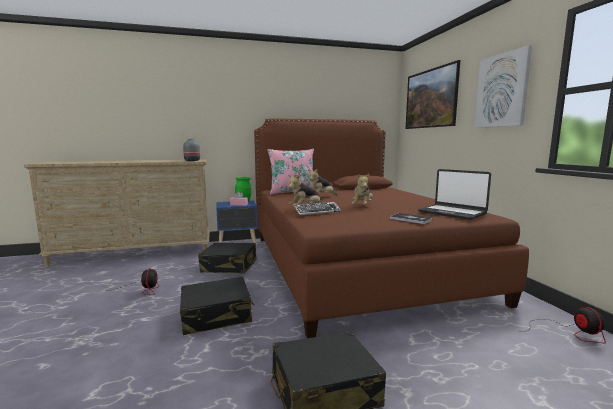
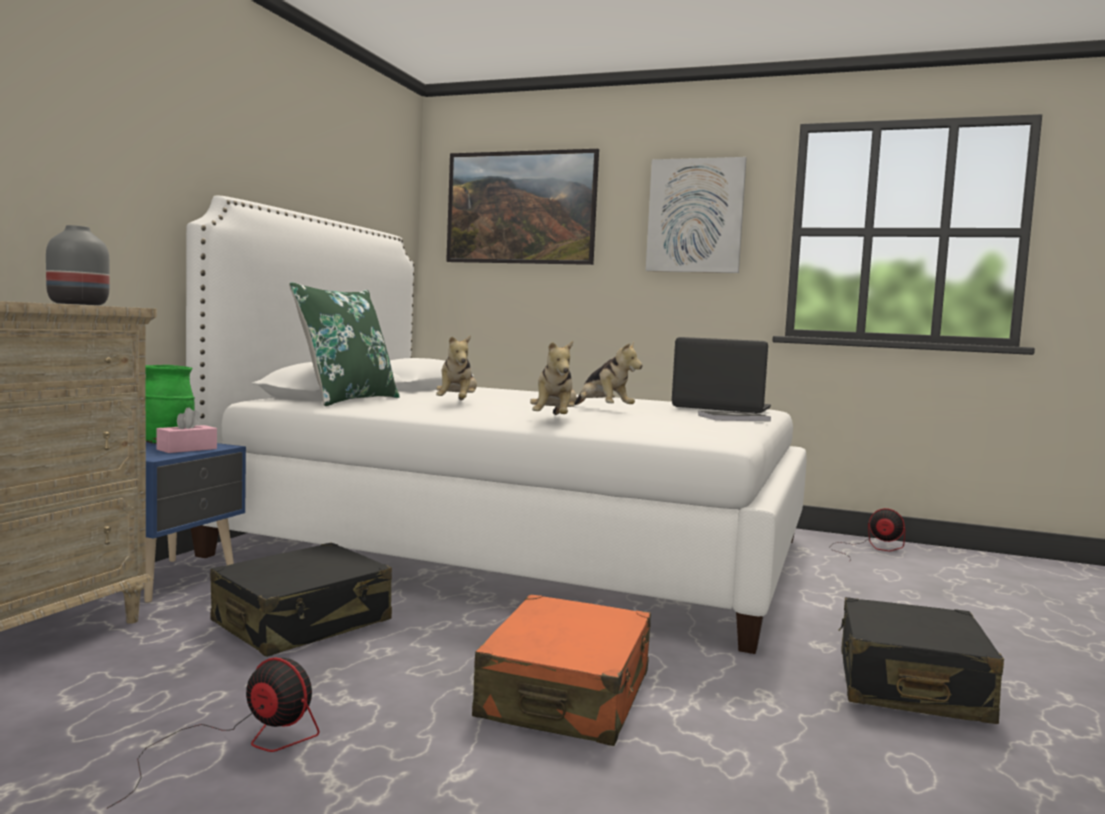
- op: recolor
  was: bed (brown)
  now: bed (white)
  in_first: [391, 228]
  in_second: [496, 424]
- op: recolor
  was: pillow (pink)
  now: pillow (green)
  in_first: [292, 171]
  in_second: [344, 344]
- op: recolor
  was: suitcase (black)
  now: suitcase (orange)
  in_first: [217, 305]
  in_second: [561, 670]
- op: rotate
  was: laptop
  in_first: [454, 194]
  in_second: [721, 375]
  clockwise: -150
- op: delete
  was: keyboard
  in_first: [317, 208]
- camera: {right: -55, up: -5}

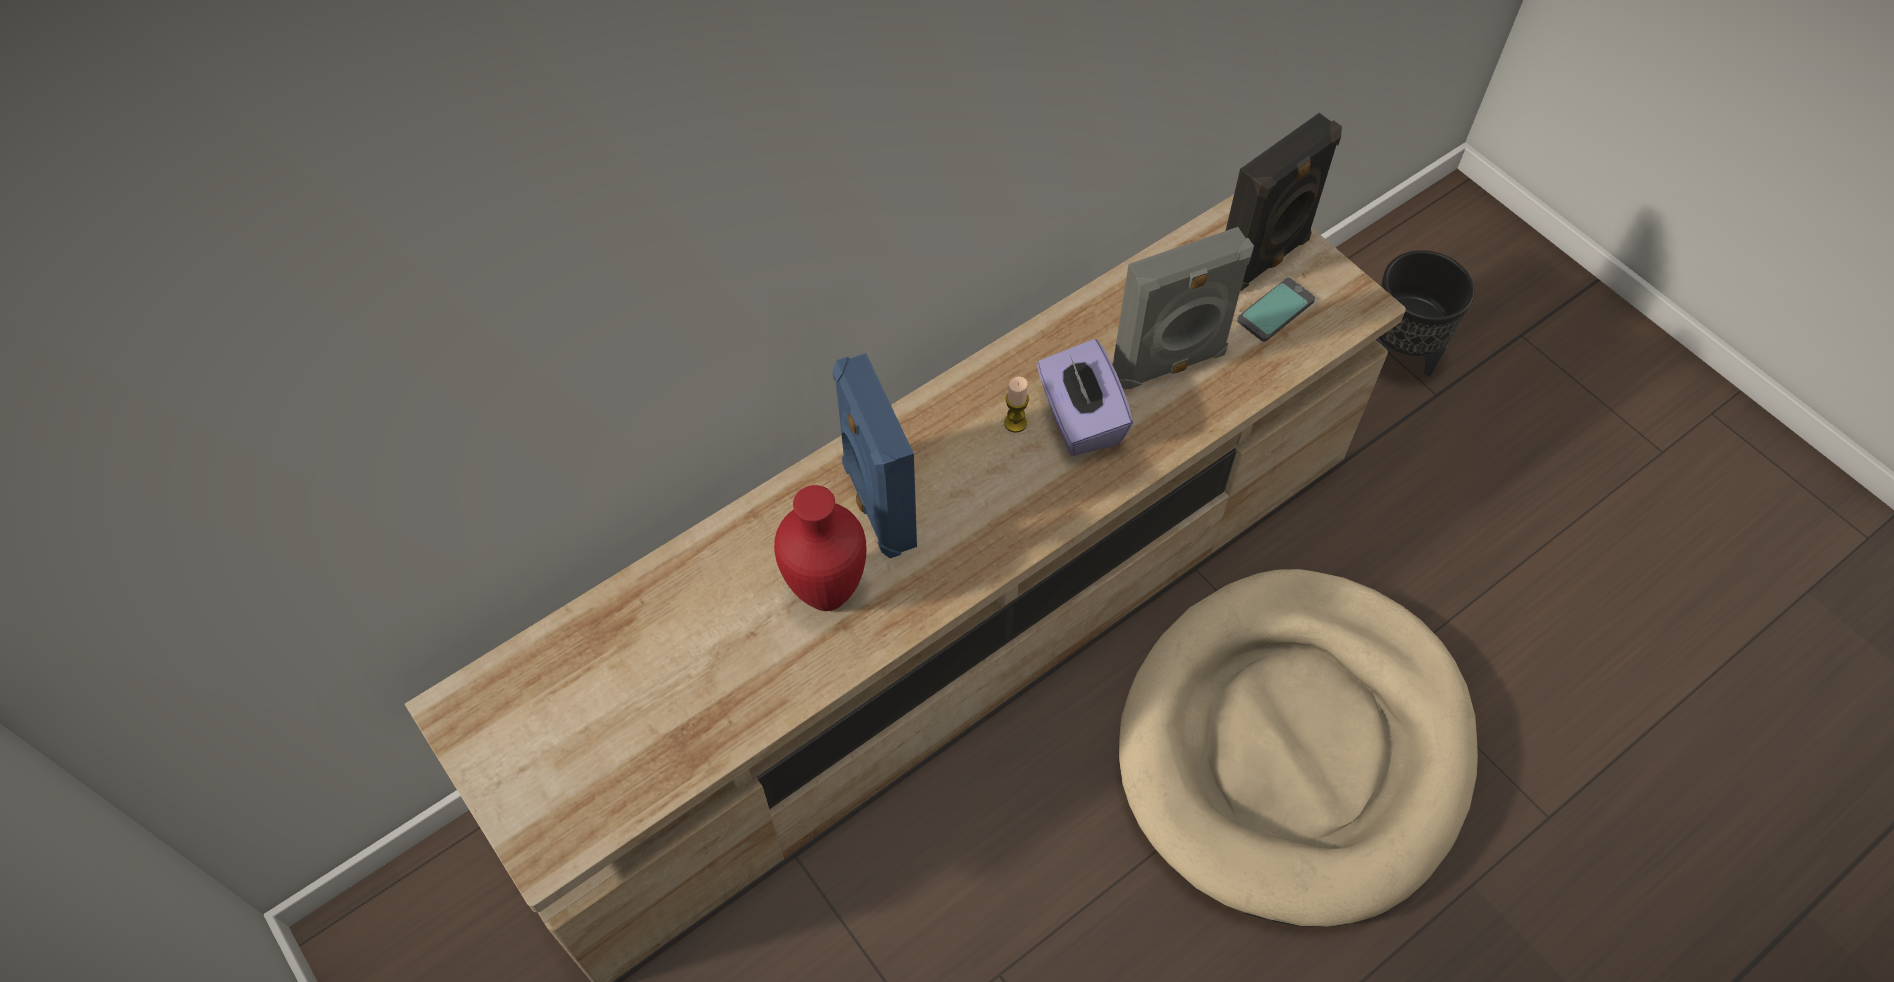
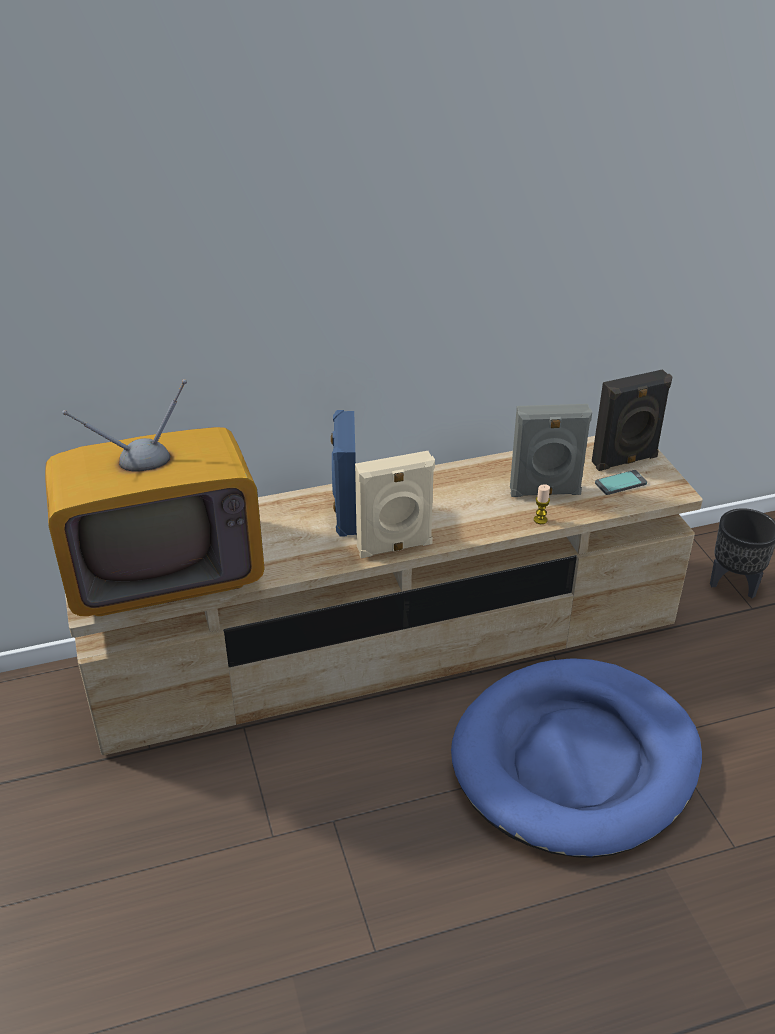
- op: insert
  now: television
  in_second: [155, 497]
- op: insert
  now: speaker (beige)
  in_second: [395, 504]
- op: recolor
  was: dog bed (beige)
  now: dog bed (blue)
  in_first: [1298, 748]
  in_second: [576, 758]
- op: move
  was: candle
  in_first: [1016, 405]
  in_second: [542, 504]
- op: delete
  was: vase (red)
  in_first: [820, 548]
- op: delete
  was: tissue box (purple)
  in_first: [1085, 397]
- camera: {right: 20, up: -20}

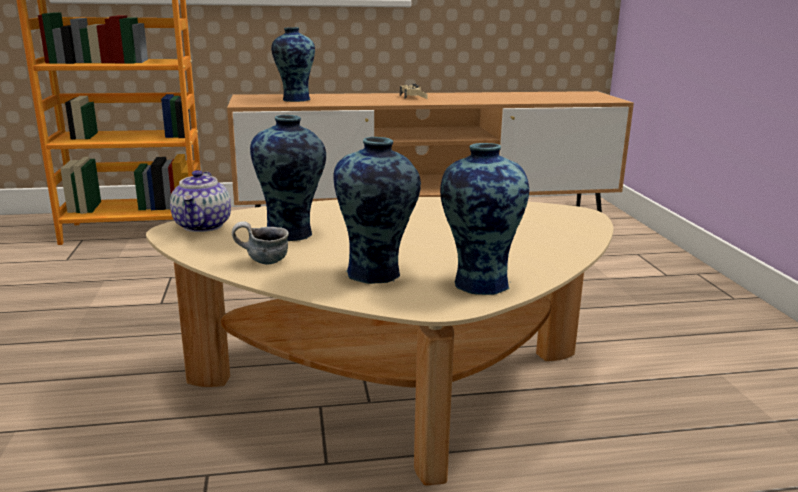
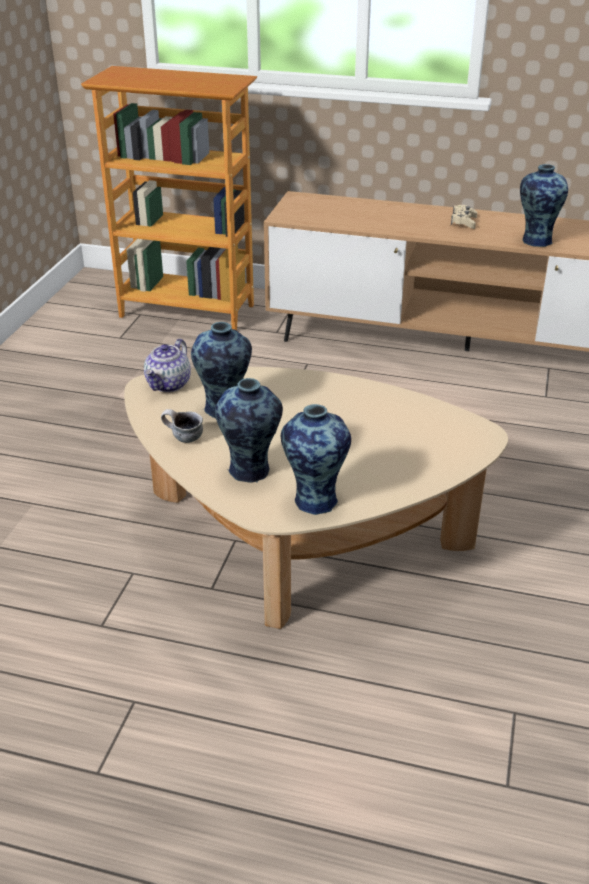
- op: move
  was: vase
  in_first: [293, 64]
  in_second: [544, 205]
- camera: {right: 25, up: 15}

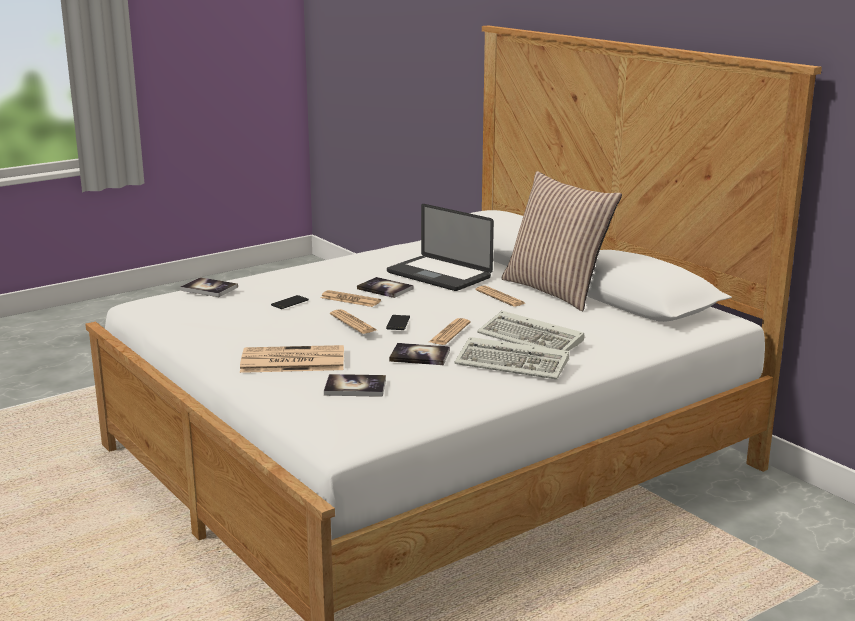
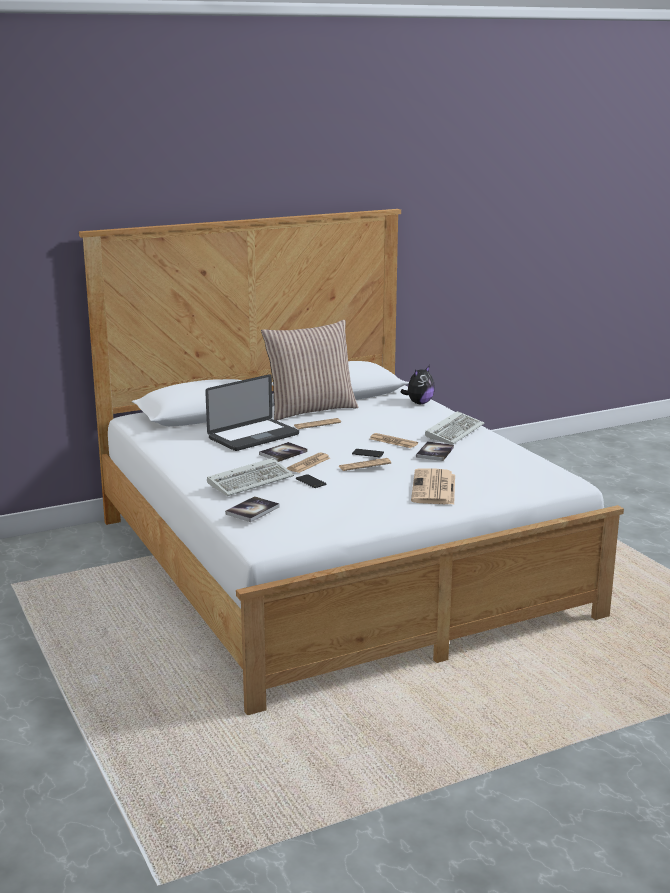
- op: move
  was: keyboard
  in_first: [531, 331]
  in_second: [250, 477]
- op: insert
  now: plush toy
  in_second: [418, 384]
- op: delete
  was: book
  in_first: [355, 385]
- camera: {right: -80, up: 0}

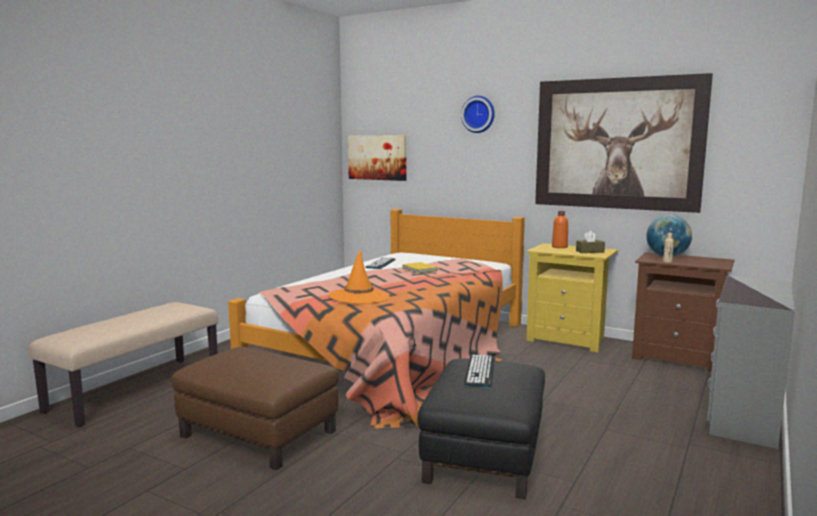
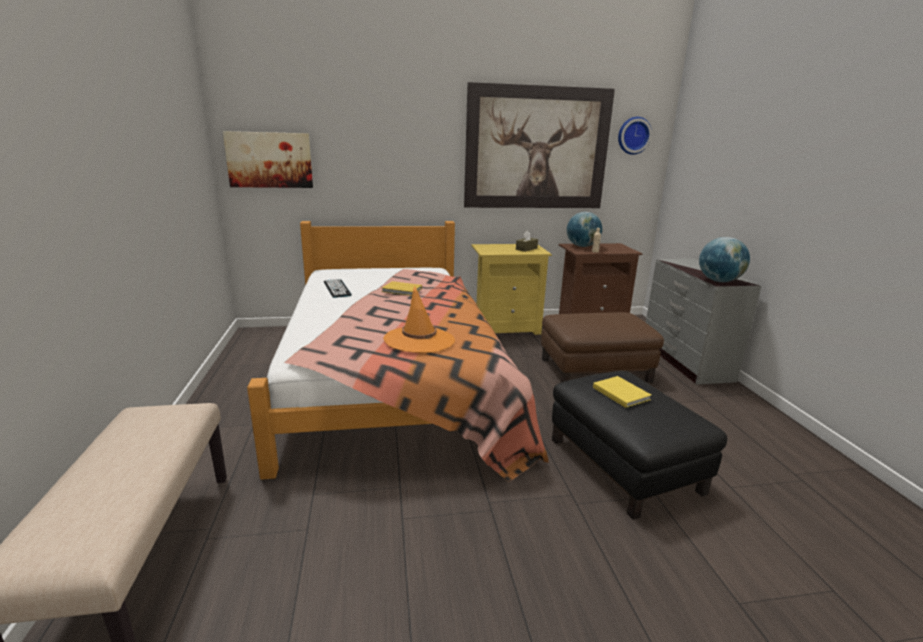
- op: move
  was: ottoman (brown)
  in_first: [255, 408]
  in_second: [602, 347]
- op: replace
  was: keyboard
  now: book (yellow)
  in_first: [479, 371]
  in_second: [622, 392]
- op: move
  was: wall clock
  in_first: [478, 114]
  in_second: [635, 136]
- op: insert
  now: globe
  in_second: [724, 259]
- op: delete
  was: bottle (orange)
  in_first: [560, 229]
- camera: {right: -40, up: 10}

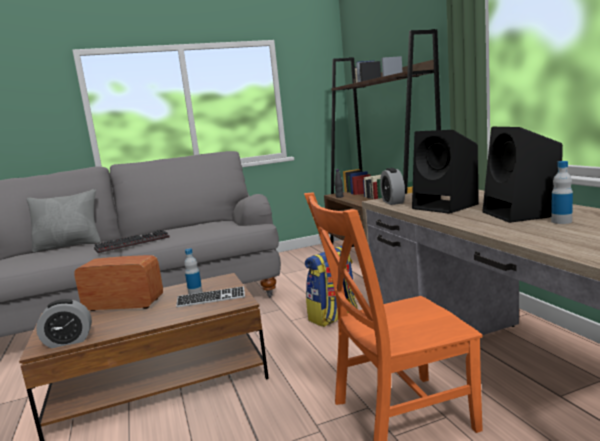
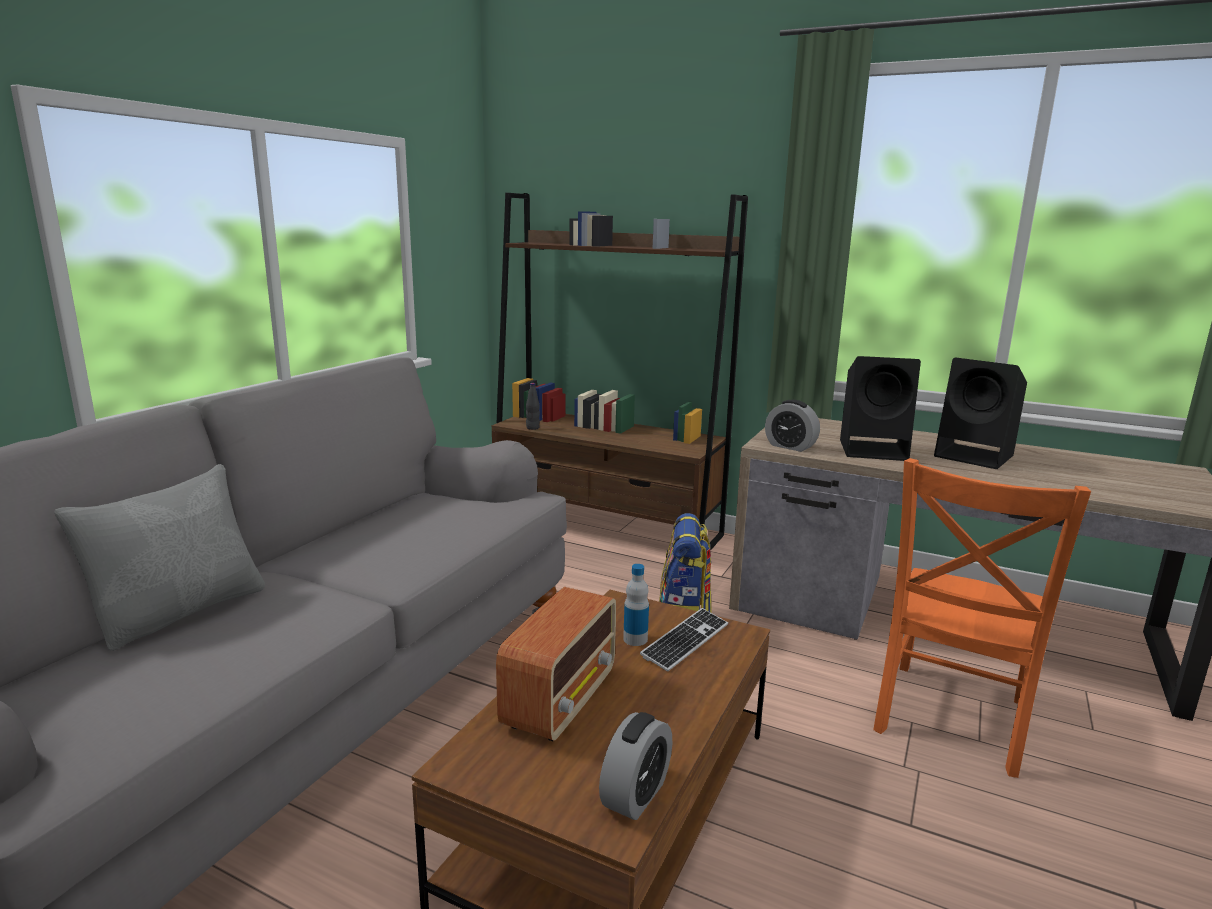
- op: rotate
  was: radio
  in_first: [118, 283]
  in_second: [556, 664]
  clockwise: 150
- op: delete
  was: keyboard
  in_first: [131, 241]
- op: delete
  was: bottle
  in_first: [562, 192]
- camera: {right: -45, up: 5}

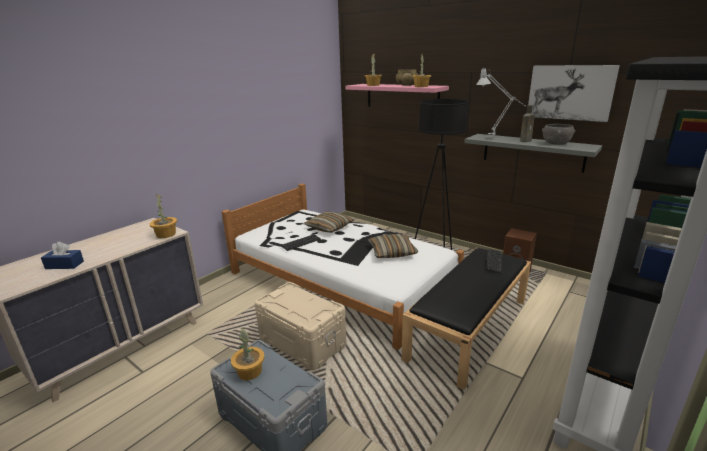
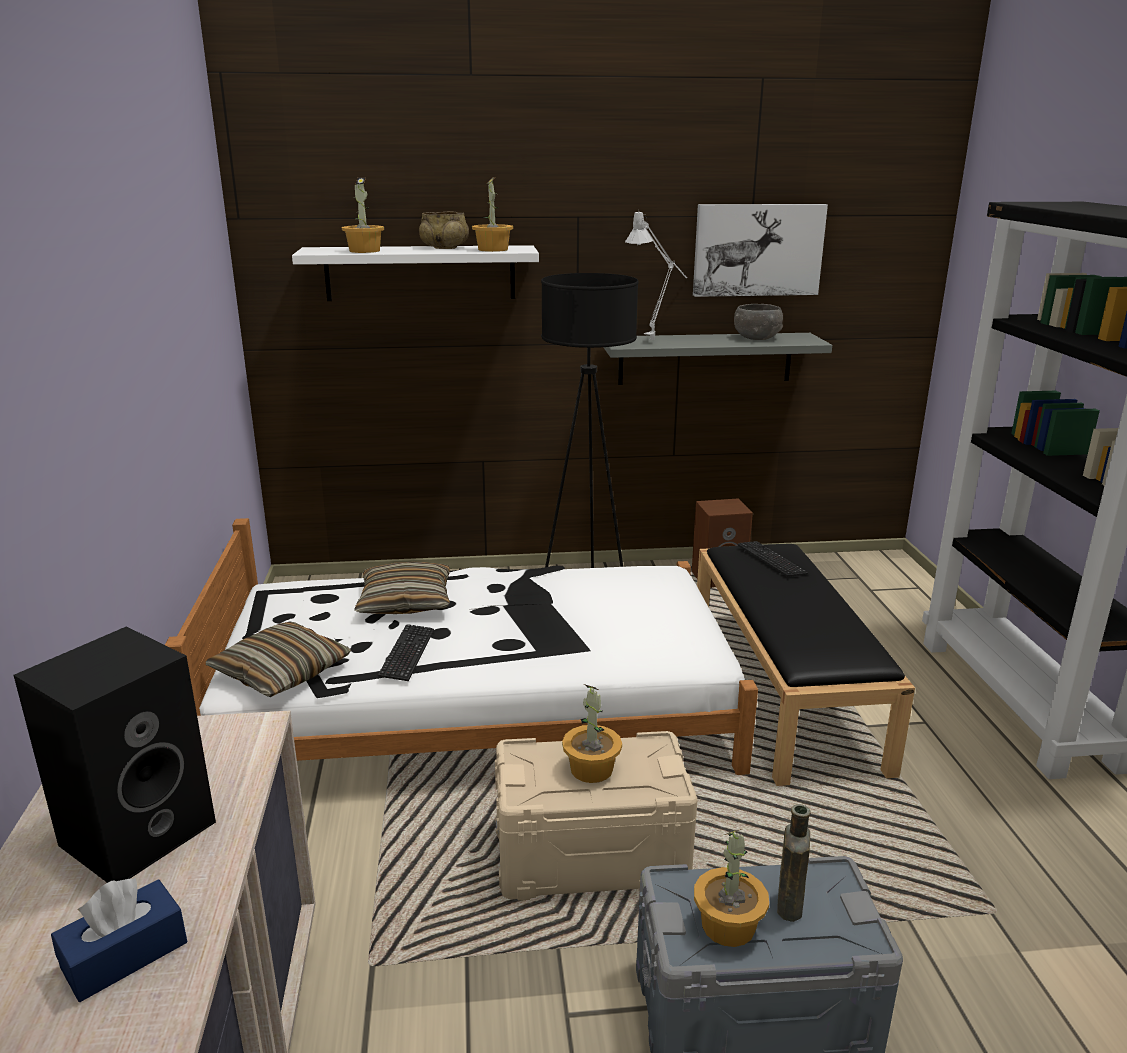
- op: insert
  now: speaker (black)
  in_second: [115, 754]
- op: move
  was: pillow
  in_first: [393, 246]
  in_second: [278, 659]
- op: recolor
  was: shelf (pink)
  now: shelf (white)
  in_first: [397, 95]
  in_second: [415, 273]
- op: move
  was: potted plant
  in_first: [163, 216]
  in_second: [592, 733]
- op: move
  was: bottle (brown)
  in_first: [527, 123]
  in_second: [794, 863]
- camera: {right: -45, up: 0}

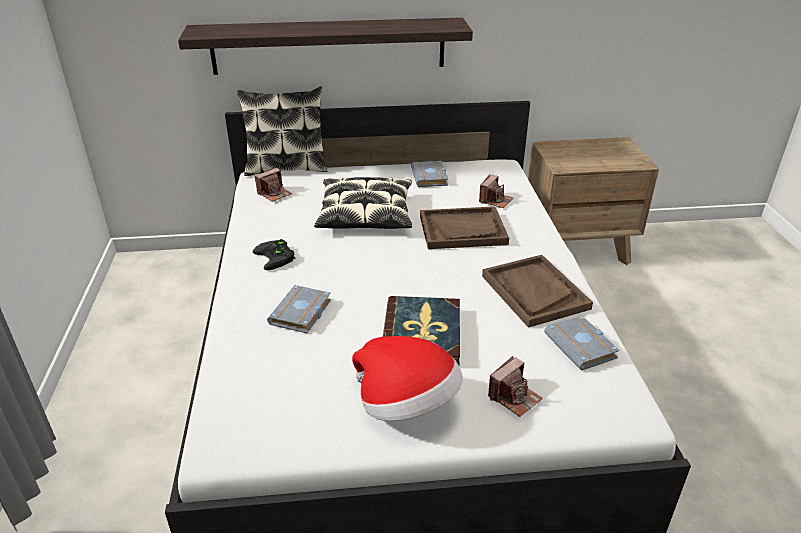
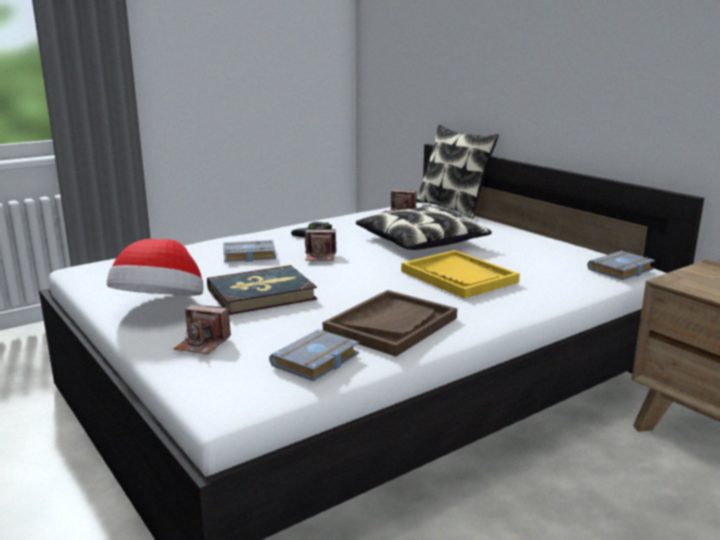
- op: move
  was: photo camera
  in_first: [496, 191]
  in_second: [320, 245]
- op: recolor
  was: tray (brown)
  now: tray (yellow)
  in_first: [464, 227]
  in_second: [460, 274]
- op: move
  was: book (grey)
  in_first: [429, 174]
  in_second: [621, 265]
- op: delete
  was: shelf
  in_first: [325, 46]
- camera: {right: 60, up: -15}

